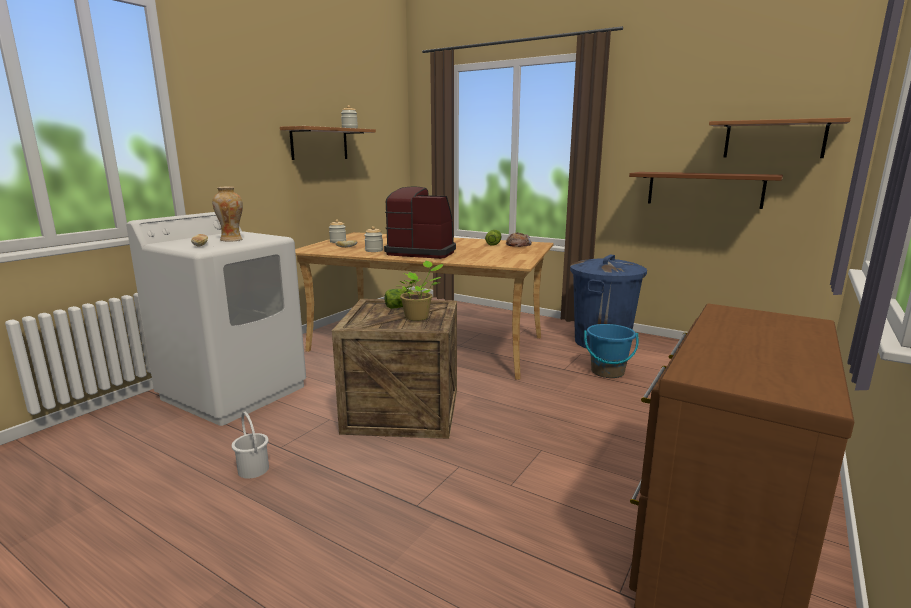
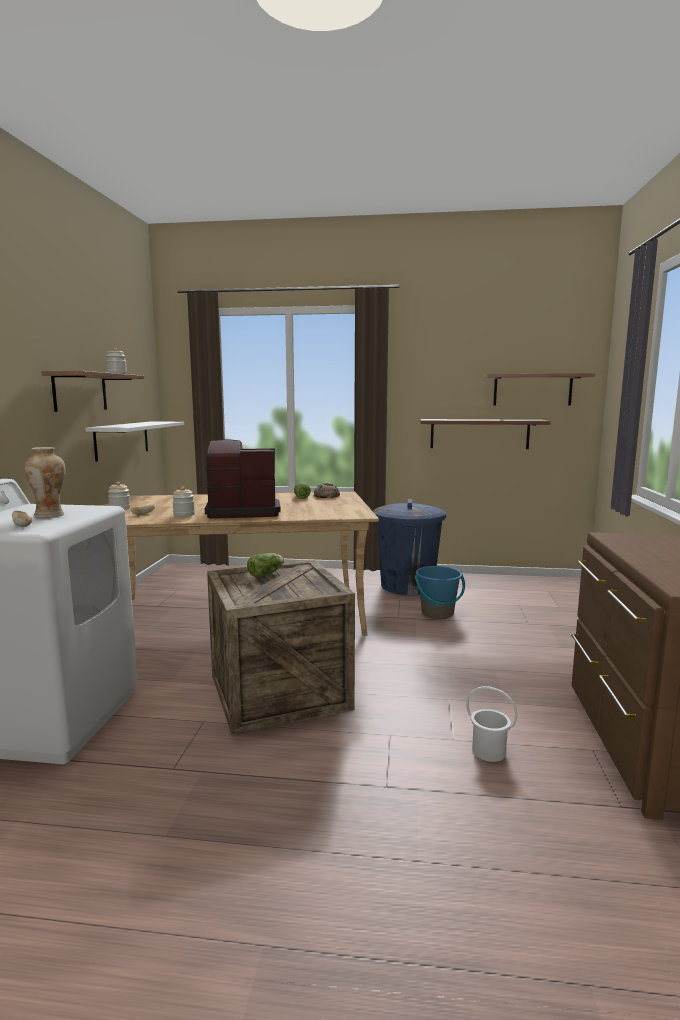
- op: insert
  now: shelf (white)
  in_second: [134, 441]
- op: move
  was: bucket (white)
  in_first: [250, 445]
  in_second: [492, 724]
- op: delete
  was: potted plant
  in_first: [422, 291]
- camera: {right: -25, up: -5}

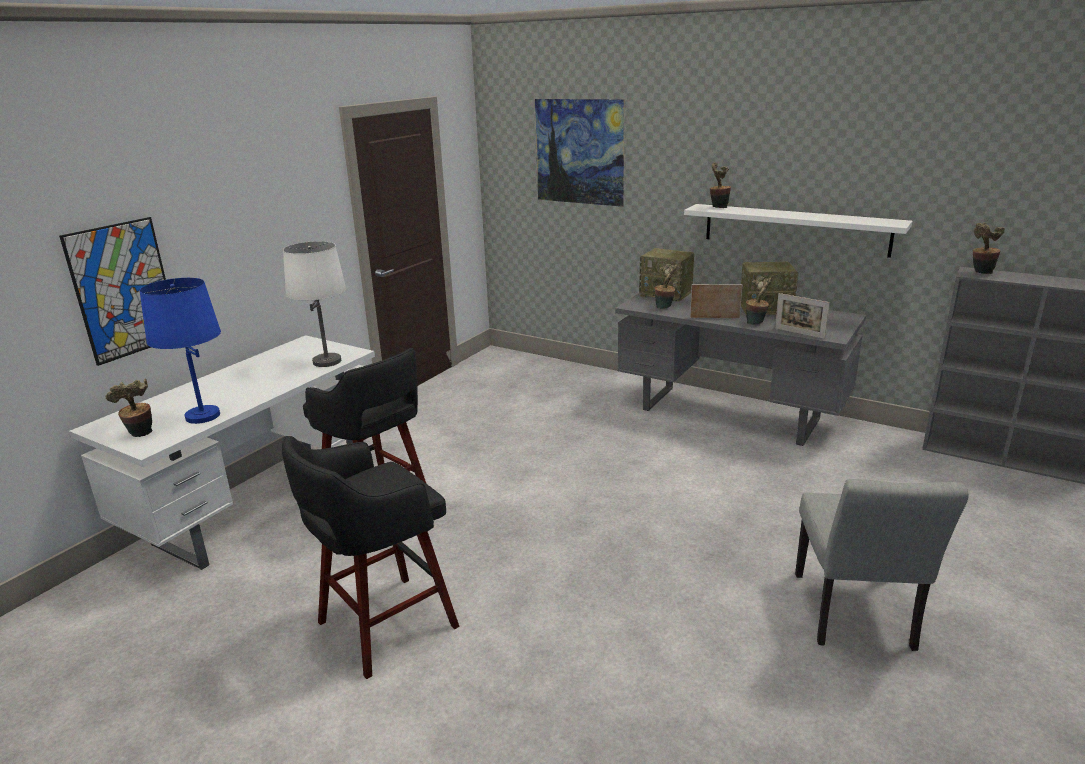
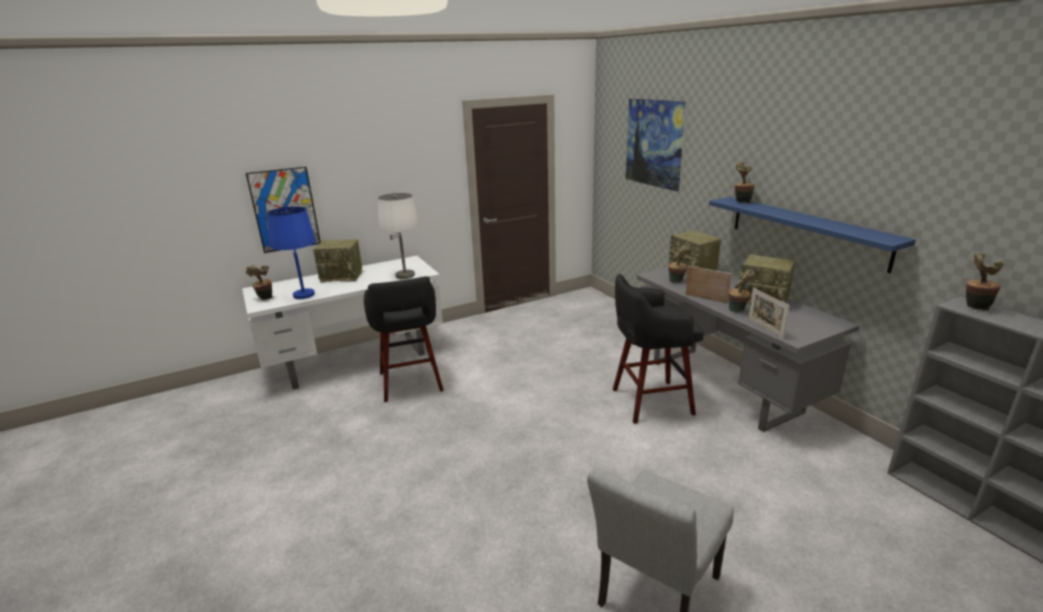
- op: insert
  now: radio
  in_second: [337, 261]
- op: move
  was: stool (black)
  in_first: [370, 557]
  in_second: [658, 349]
- op: recolor
  was: shelf (white)
  now: shelf (blue)
  in_first: [798, 231]
  in_second: [812, 235]
- camera: {right: 30, up: 0}

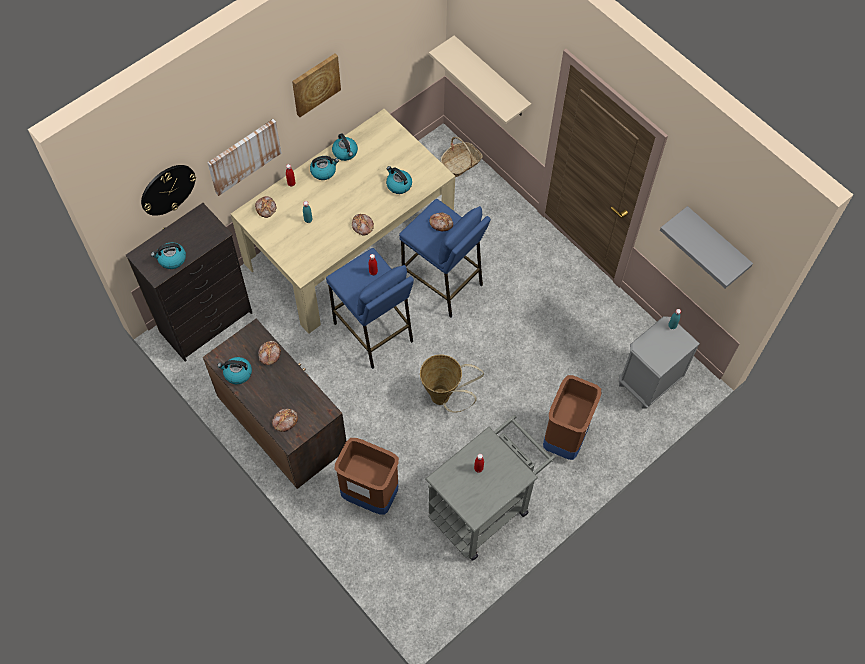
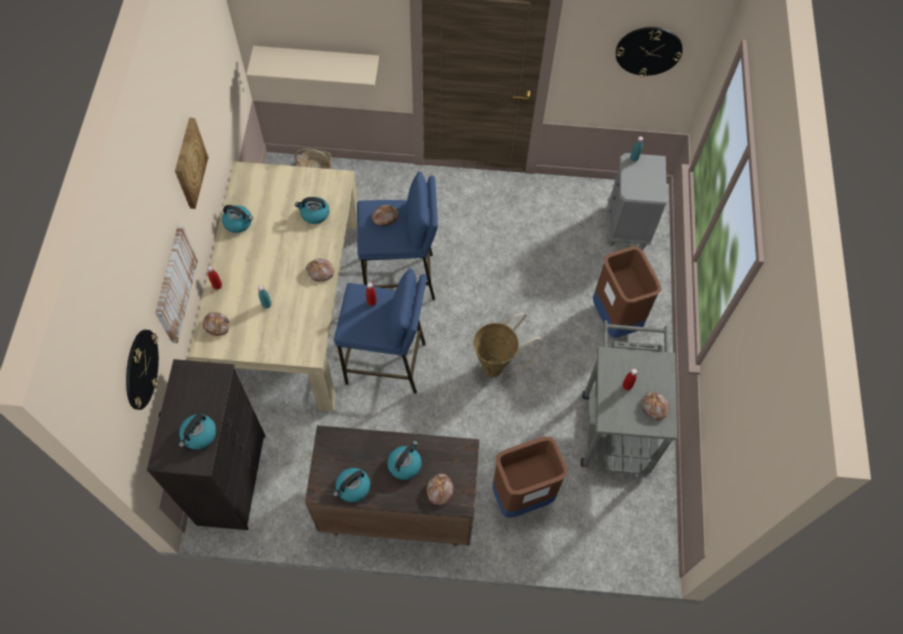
- op: move
  was: kettle
  in_first: [324, 168]
  in_second: [404, 460]
- op: replace
  was: shelf (grey)
  now: wall clock
  in_first: [706, 247]
  in_second: [649, 52]
- op: move
  was: bread
  in_first: [269, 353]
  in_second: [655, 406]
- camera: {right: -45, up: 0}

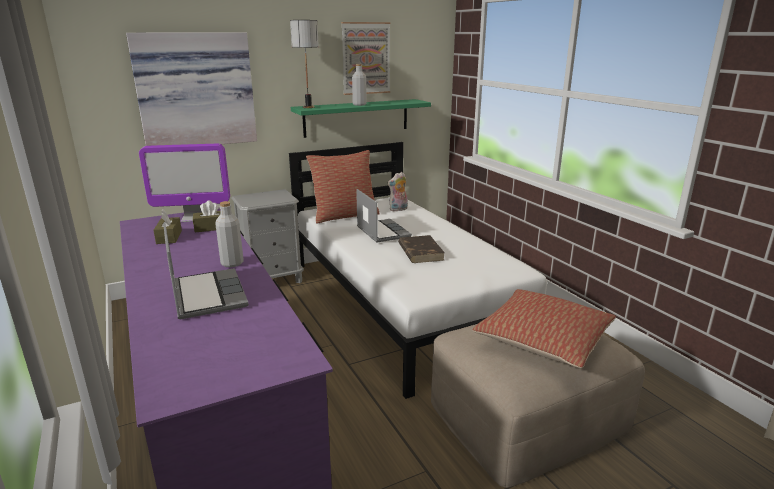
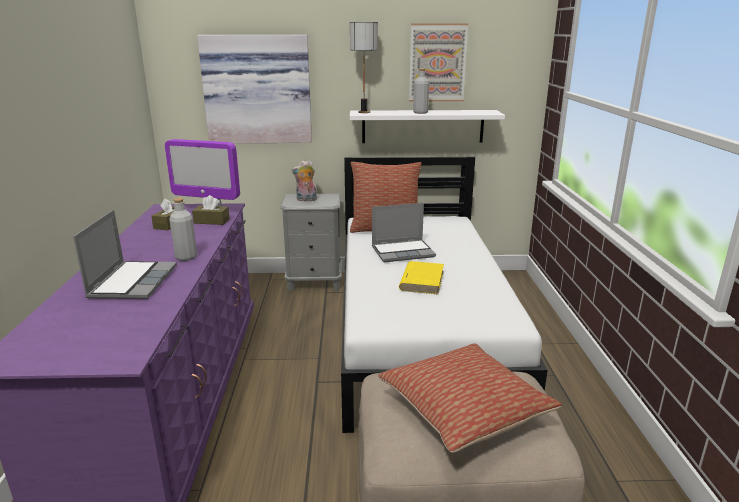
- op: move
  was: plush toy
  in_first: [398, 191]
  in_second: [304, 180]
- op: recolor
  was: shelf (green)
  now: shelf (white)
  in_first: [361, 118]
  in_second: [427, 126]
- op: rotate
  was: laptop
  in_first: [384, 216]
  in_second: [404, 232]
  clockwise: 75
- op: recolor
  was: book (brown)
  now: book (yellow)
  in_first: [421, 249]
  in_second: [421, 277]
- camera: {right: 25, up: 0}

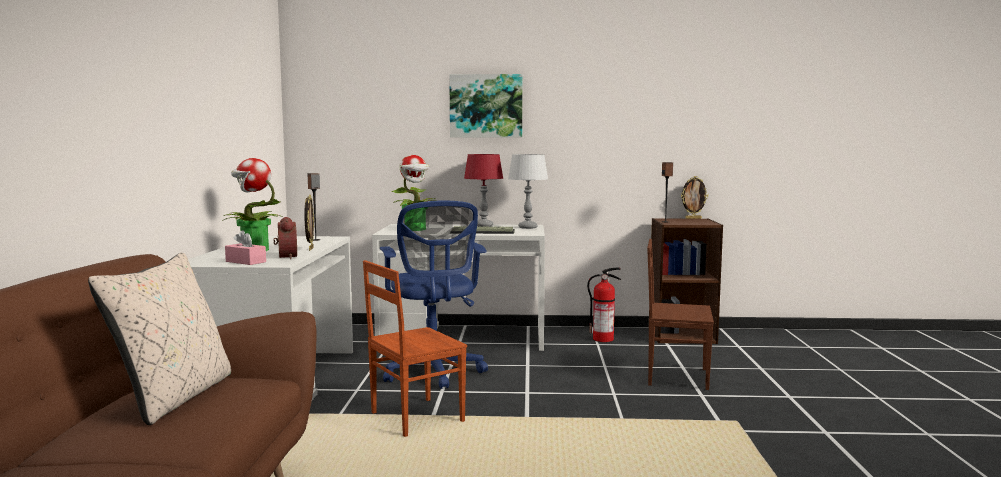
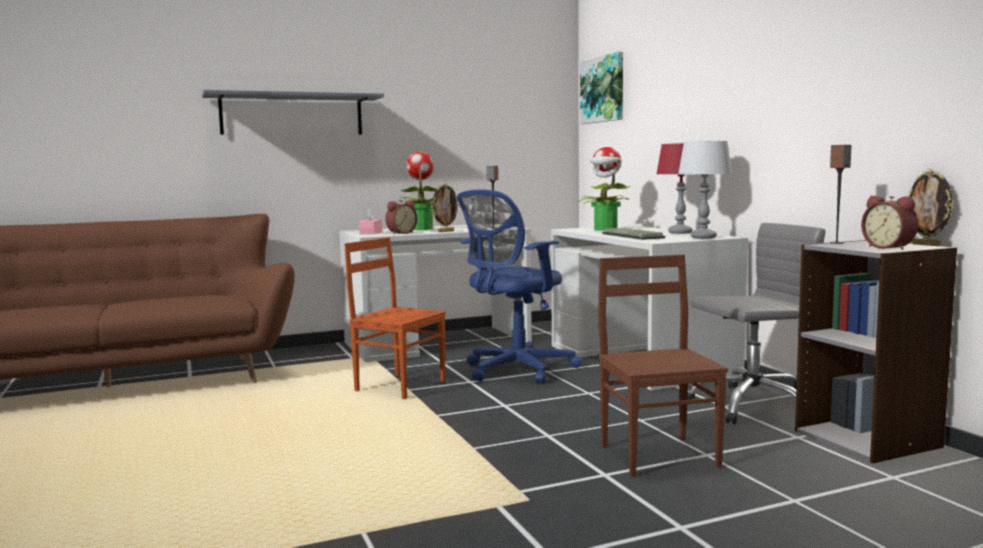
- op: insert
  now: shelf (grey)
  in_second: [293, 112]
- op: move
  was: picture
  in_first: [485, 106]
  in_second: [601, 88]
- op: replace
  was: fire extinguisher
  now: office chair (grey)
  in_first: [604, 304]
  in_second: [756, 323]
- op: recolor
  was: bookcase (brown)
  now: bookcase (grey)
  in_first: [686, 281]
  in_second: [876, 351]
- op: insert
  now: alarm clock
  in_second: [889, 223]
- op: delete
  was: pillow (beige)
  in_first: [159, 339]
- camera: {right: 65, up: 0}

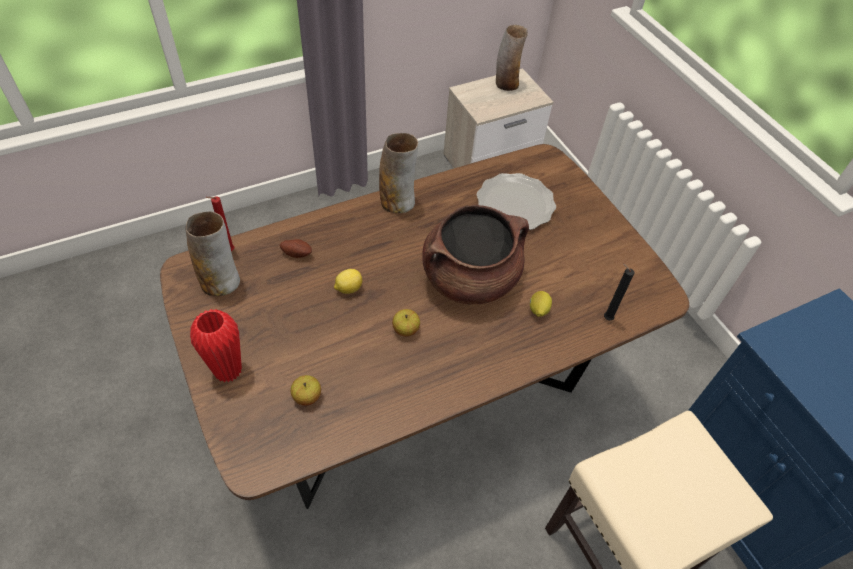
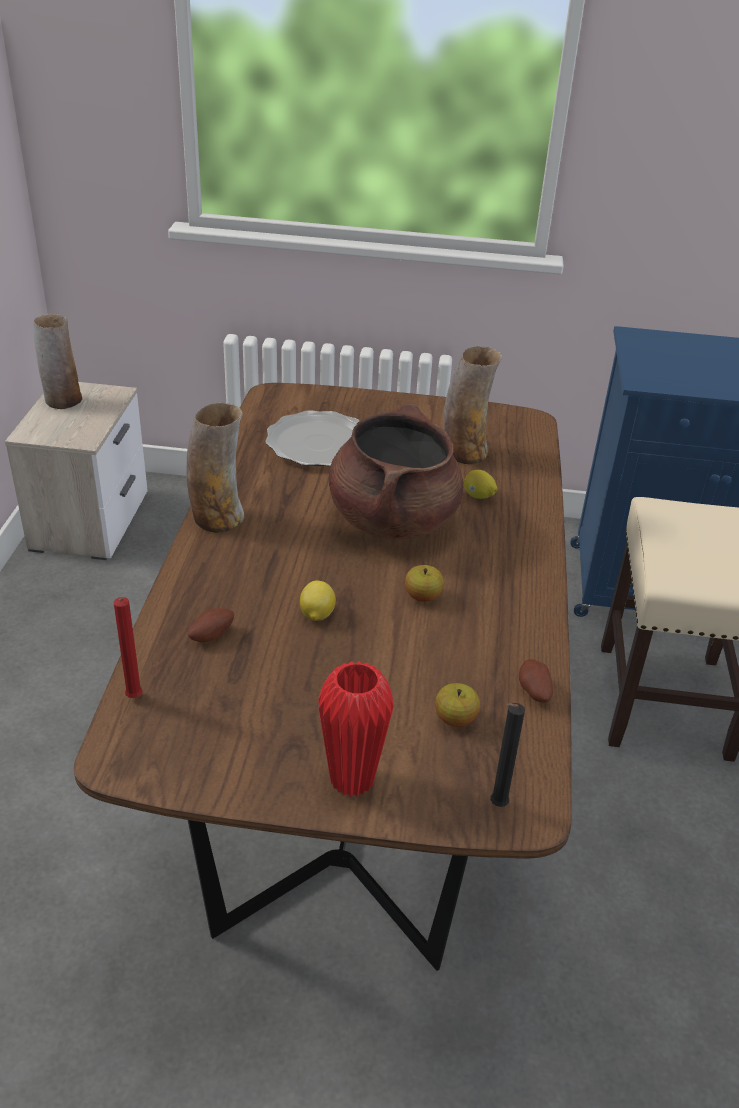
- op: move
  was: vase
  in_first: [213, 254]
  in_second: [472, 405]
- op: move
  was: candle (black)
  in_first: [619, 292]
  in_second: [507, 755]
- op: insert
  now: potato
  in_second: [536, 681]
- camera: {right: -55, up: -15}

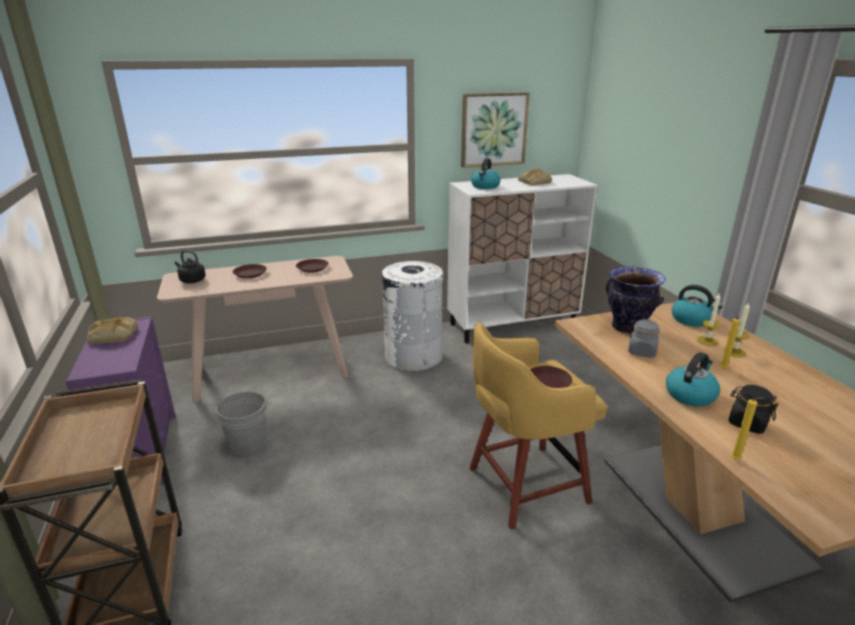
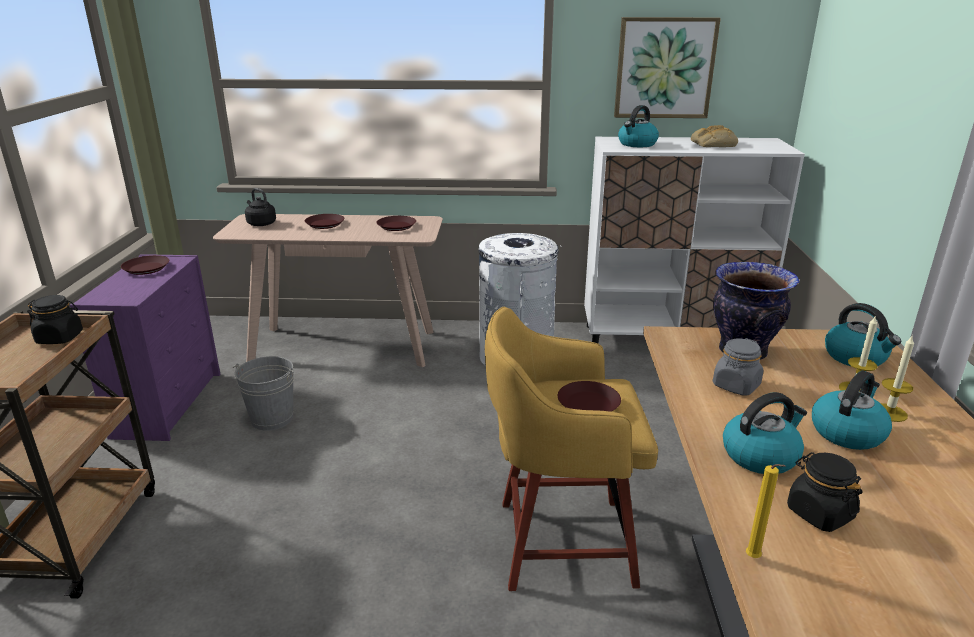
- op: insert
  now: jar (black)
  in_second: [55, 319]
- op: replace
  was: bread
  now: plate (brown)
  in_first: [112, 330]
  in_second: [145, 265]
- op: replace
  was: candle (yellow)
  now: kettle
  in_first: [730, 343]
  in_second: [852, 410]
- camera: {right: 20, up: 0}

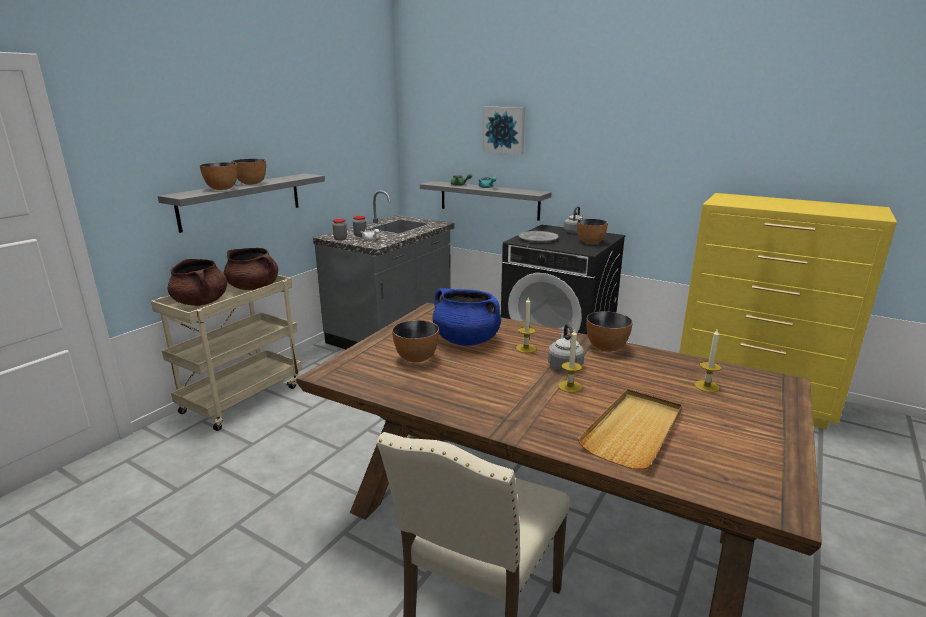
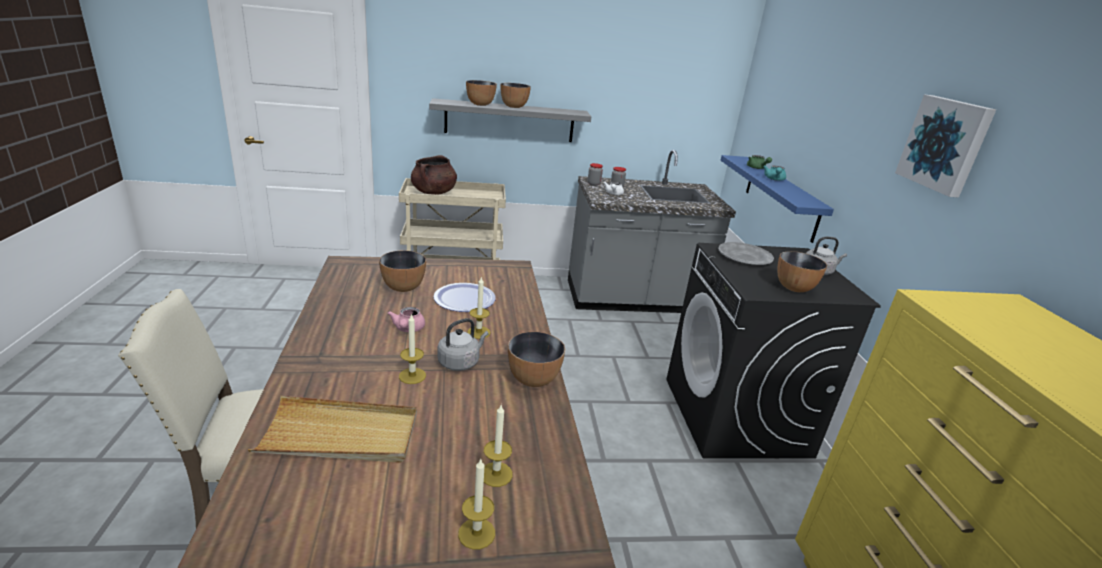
- op: insert
  now: teapot (pink)
  in_second: [406, 319]
- op: replace
  was: cooking pot (blue)
  now: plate
  in_first: [467, 317]
  in_second: [464, 297]
- op: insert
  now: candle
  in_second: [476, 504]
- op: recolor
  was: shelf (grey)
  now: shelf (blue)
  in_first: [486, 201]
  in_second: [777, 199]
- op: move
  was: picture
  in_first: [504, 130]
  in_second: [945, 146]
- op: delete
  was: cooking pot (brown)
  in_first: [251, 269]
- camera: {right: 50, up: 5}

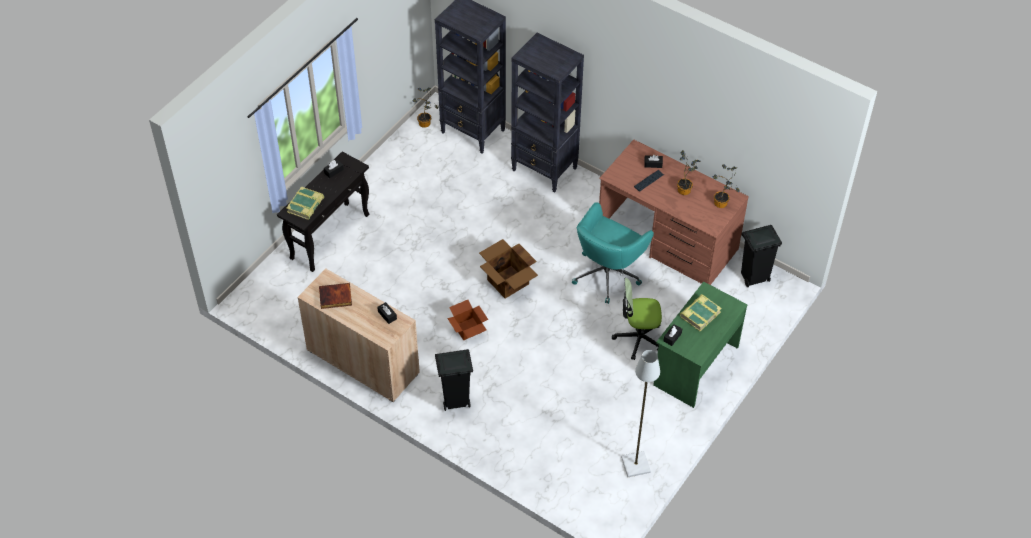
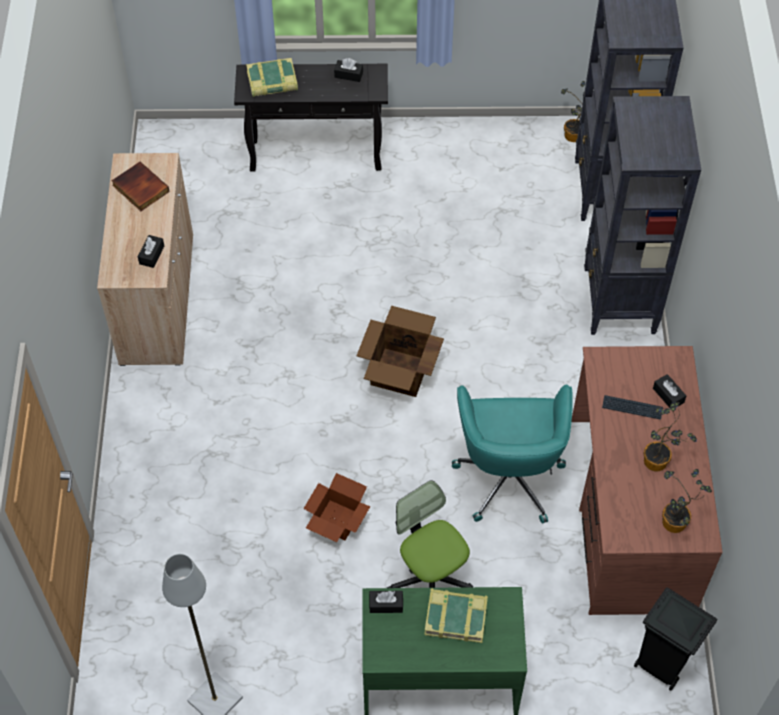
- op: move
  was: cardboard box
  in_first: [467, 320]
  in_second: [336, 507]
- op: rotate
  was: office chair (turquoise)
  in_first: [613, 253]
  in_second: [512, 454]
  clockwise: -90
- op: delete
  was: trash can (black)
  in_first: [454, 380]
- camera: {right: 55, up: 5}

